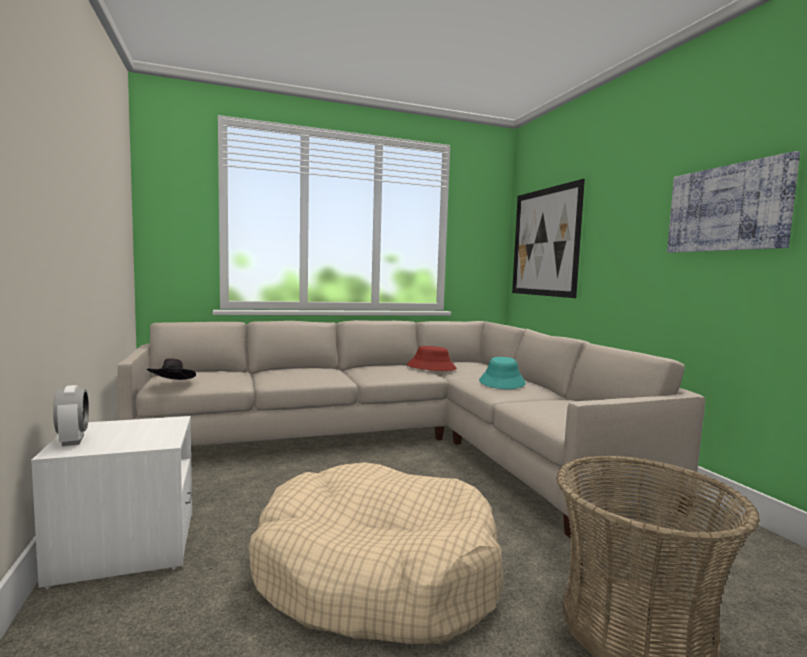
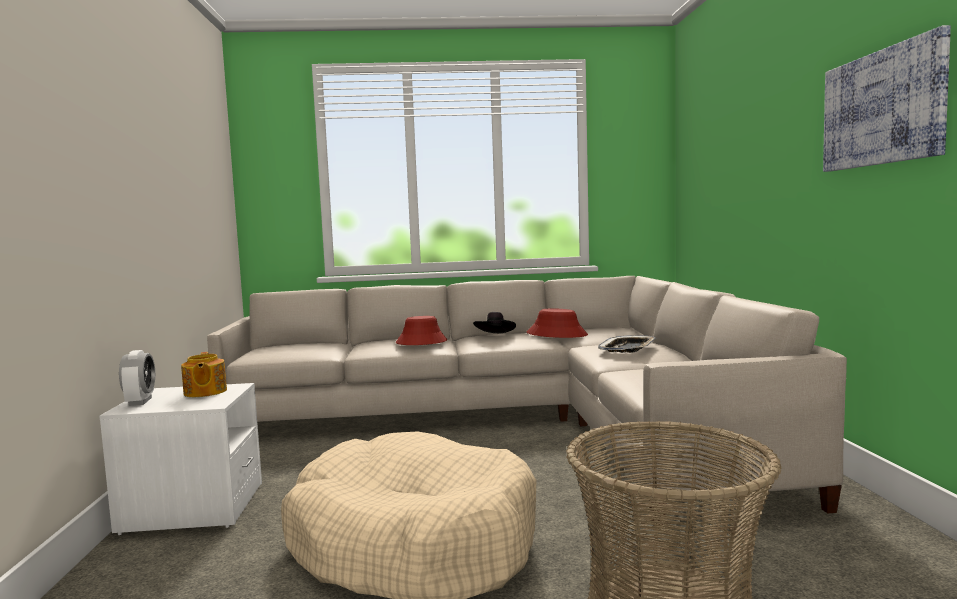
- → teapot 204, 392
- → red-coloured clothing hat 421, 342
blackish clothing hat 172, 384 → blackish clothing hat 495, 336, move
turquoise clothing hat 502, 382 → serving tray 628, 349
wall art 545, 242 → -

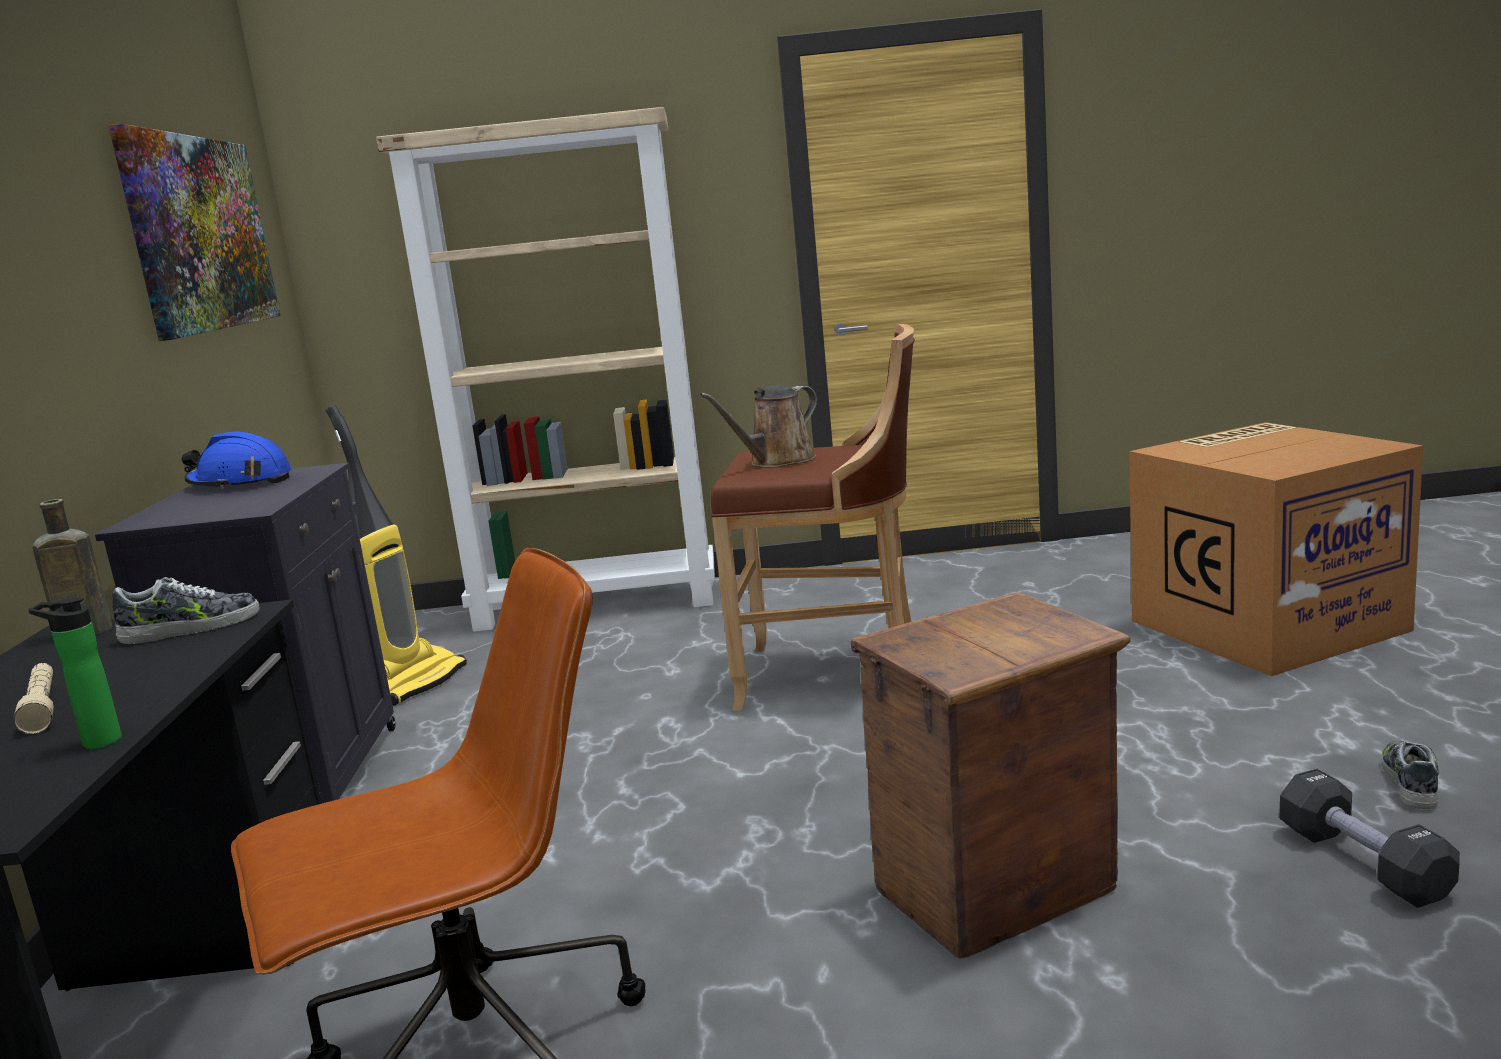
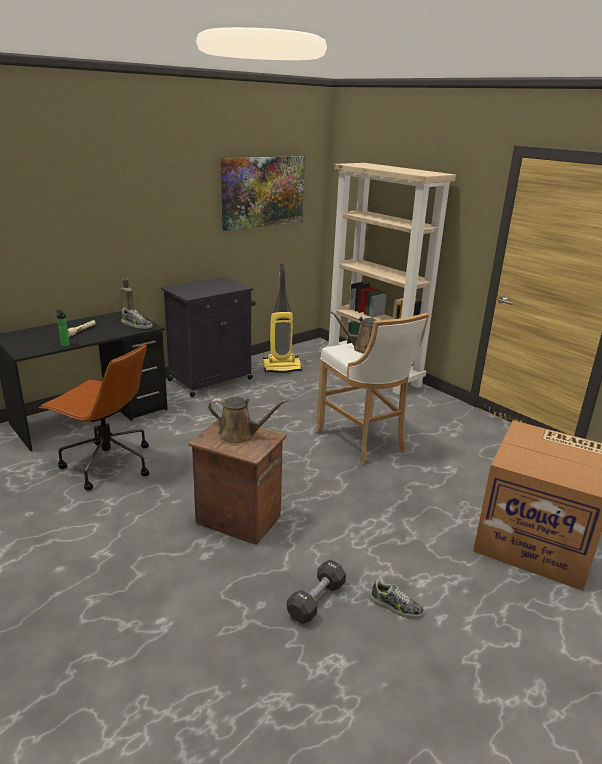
- → brown-coloured watering pot 240, 435
brown-coloured stool seat 836, 675 → whitish stool seat 364, 442
item of footwear 1410, 783 → item of footwear 396, 607, 45 degrees clockwise
blue-coloured hard hat 240, 483 → -

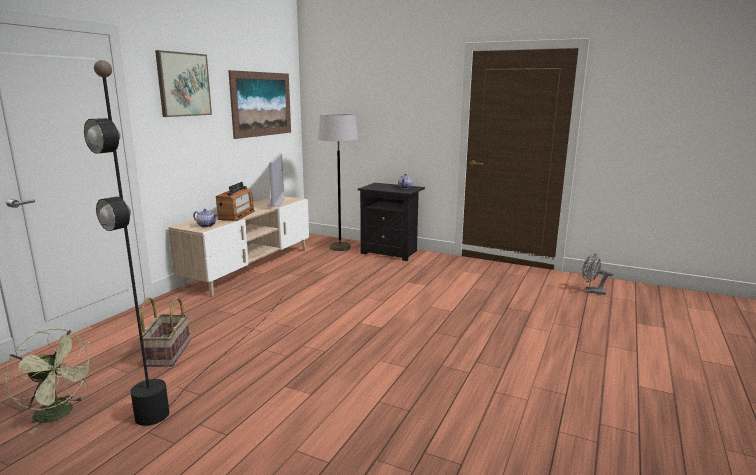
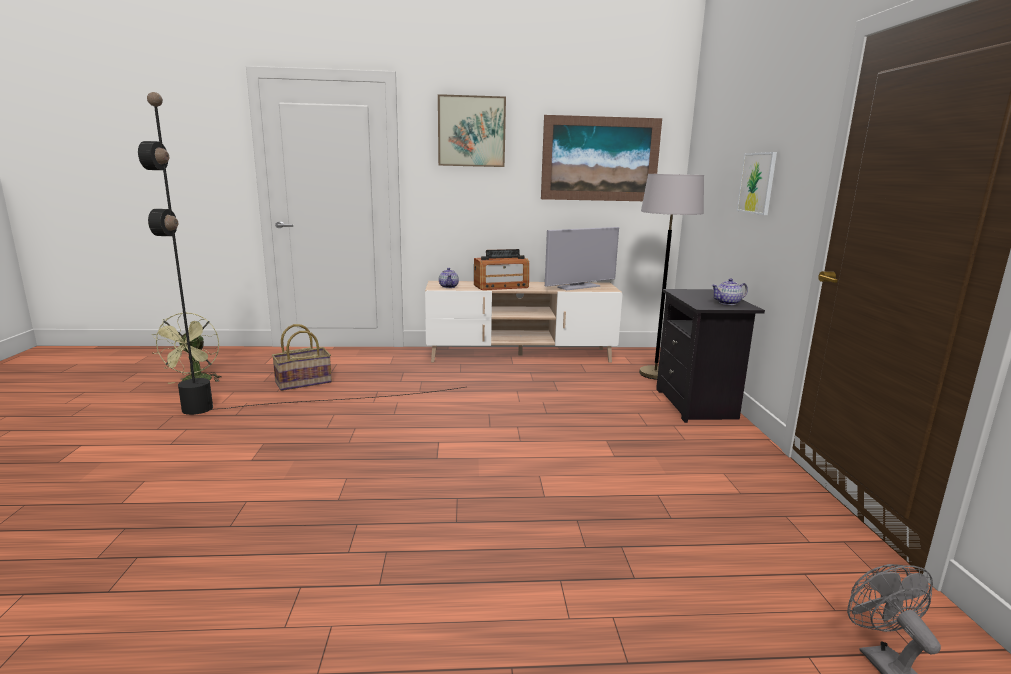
- → wall art 757, 183

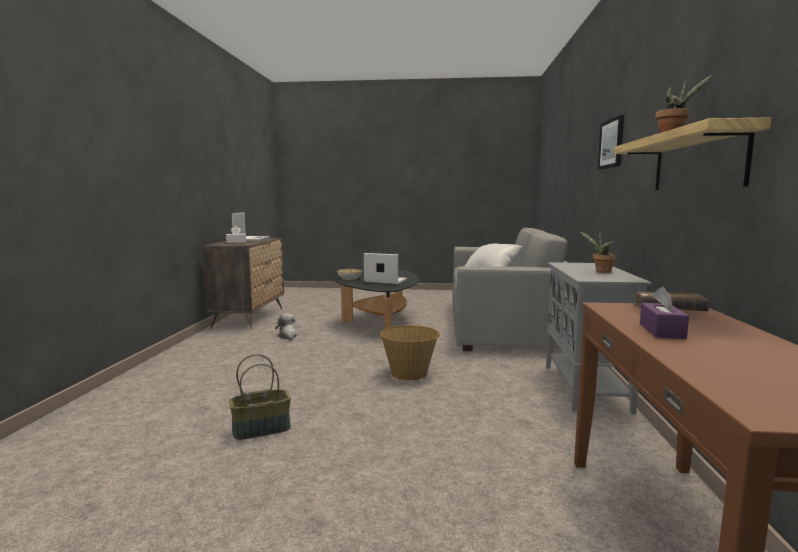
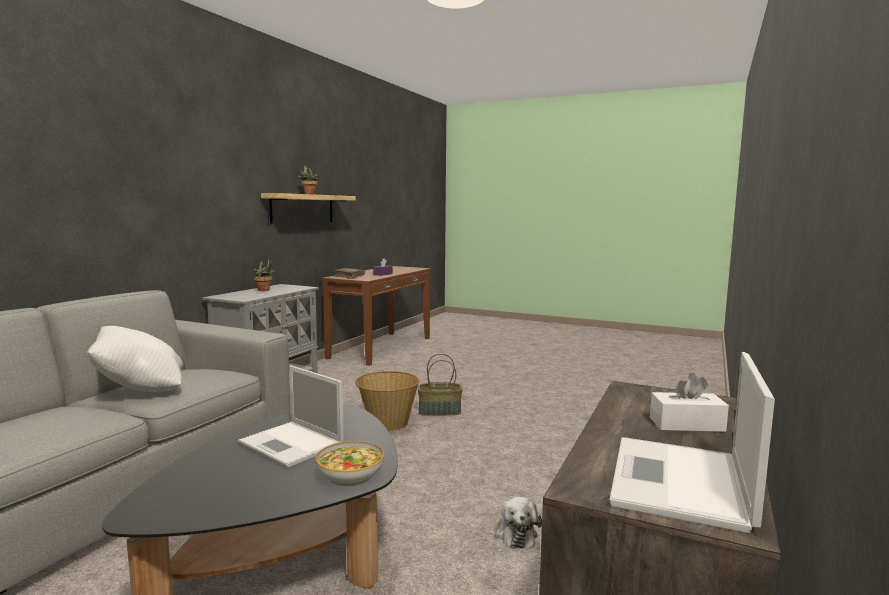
household basket 262, 429 → household basket 439, 411, move
wall art 612, 143 → -

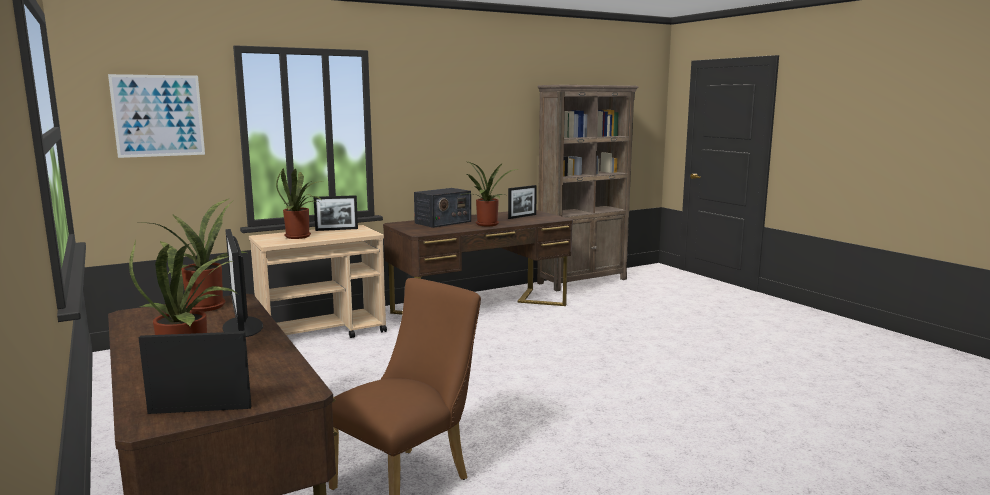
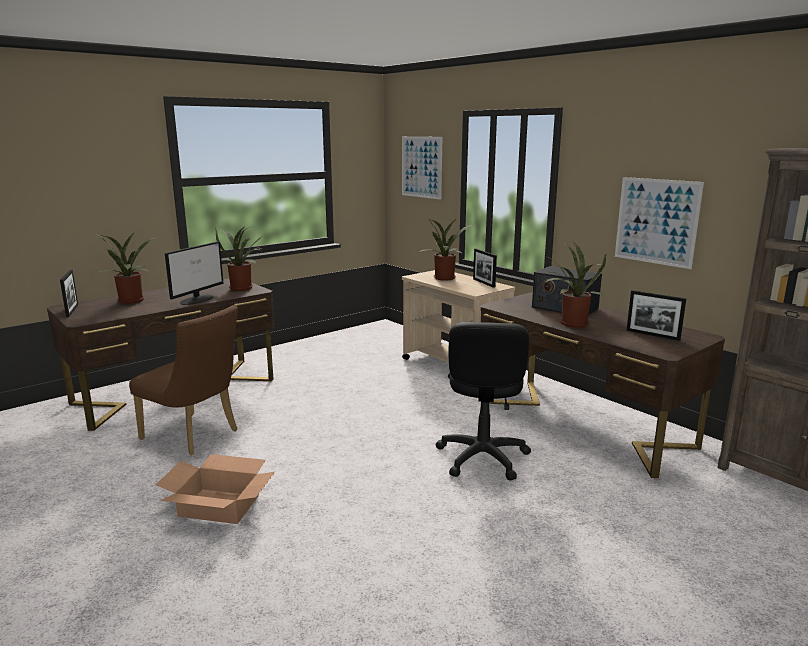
- → carton 219, 505
computer screen 242, 327 → computer screen 197, 299, 150 degrees clockwise
- → blackish office chair 482, 457
- → wall art 656, 221

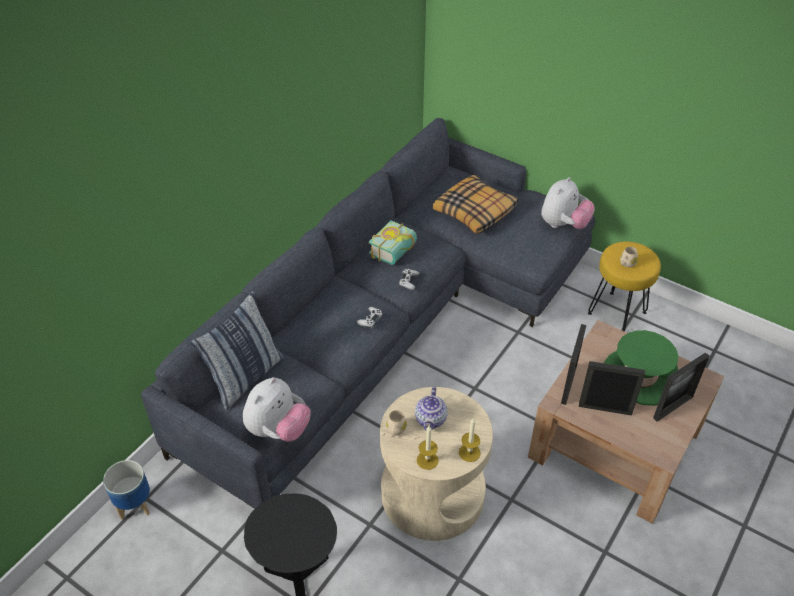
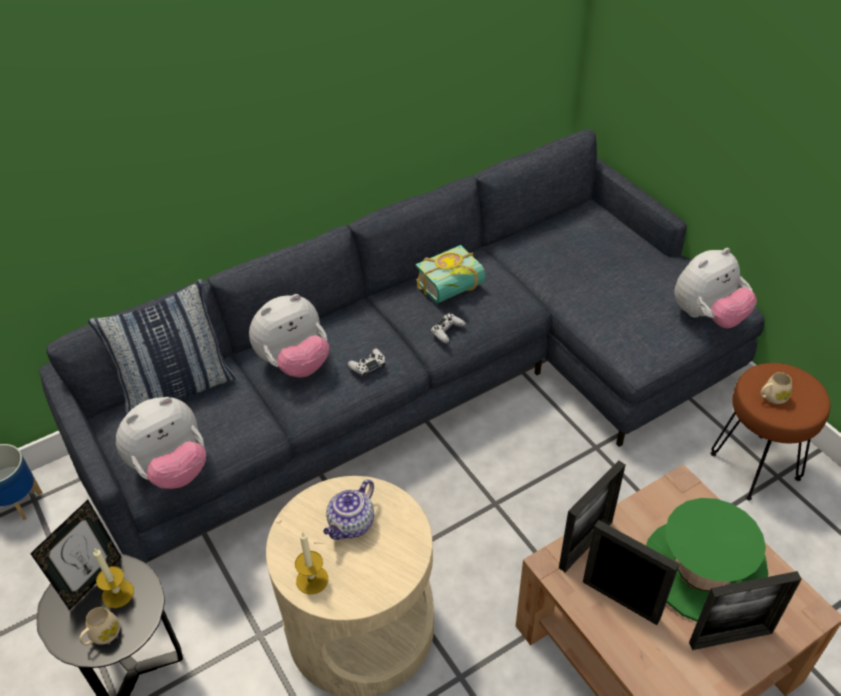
- → picture frame 92, 580
beige coffee mug 395, 431 → beige coffee mug 102, 636, move
wax candle 469, 452 → wax candle 118, 594, move
- → cuddly toy 294, 363
yellow-coloured stool seat 616, 312 → brown-coloured stool seat 755, 465
pillow 475, 212 → -

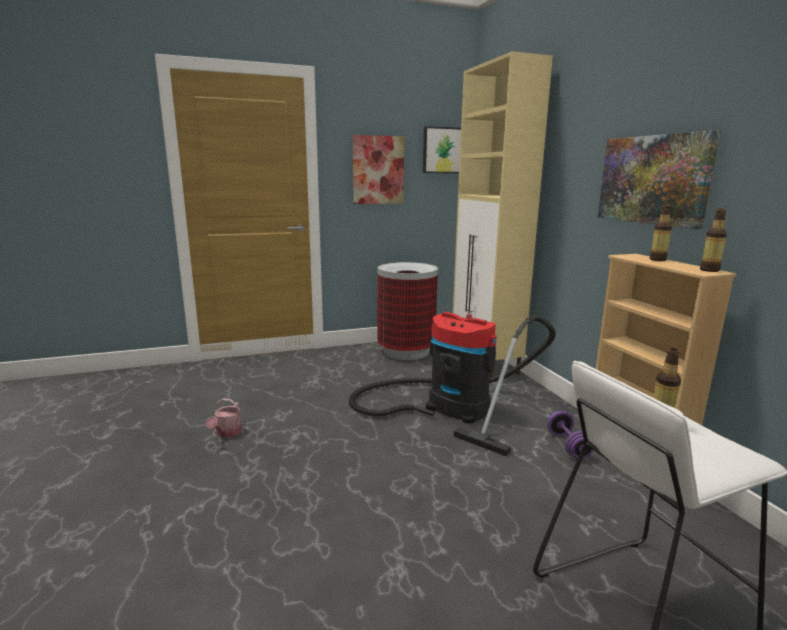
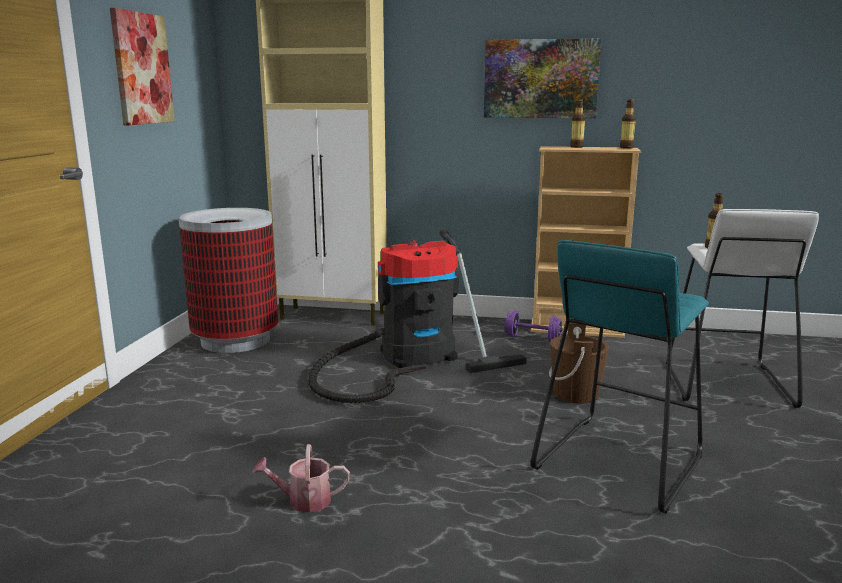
watering pot 227, 433 → watering pot 303, 501, 135 degrees clockwise
- → turquoise stool seat 617, 461
- → brown-coloured pail 575, 394
wall art 443, 150 → -

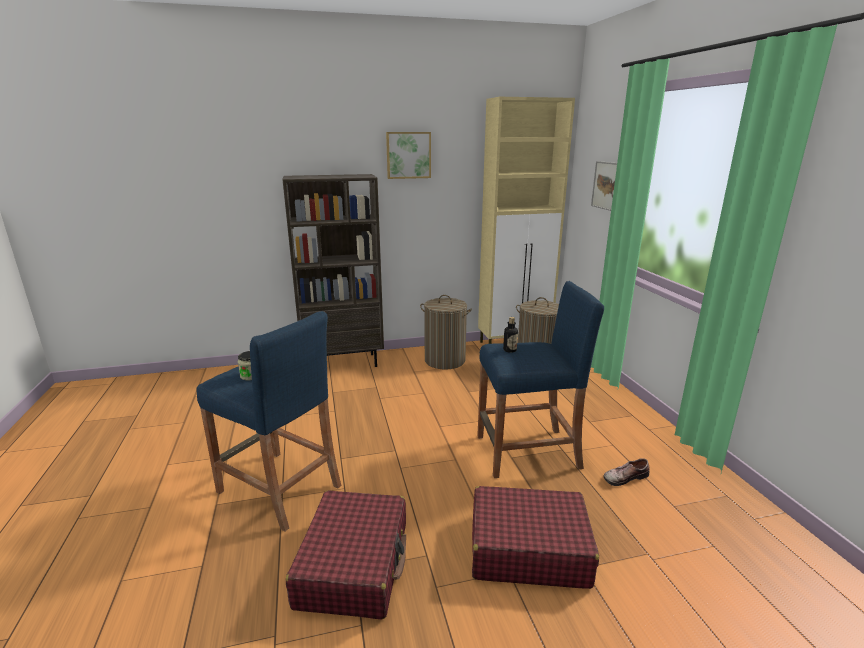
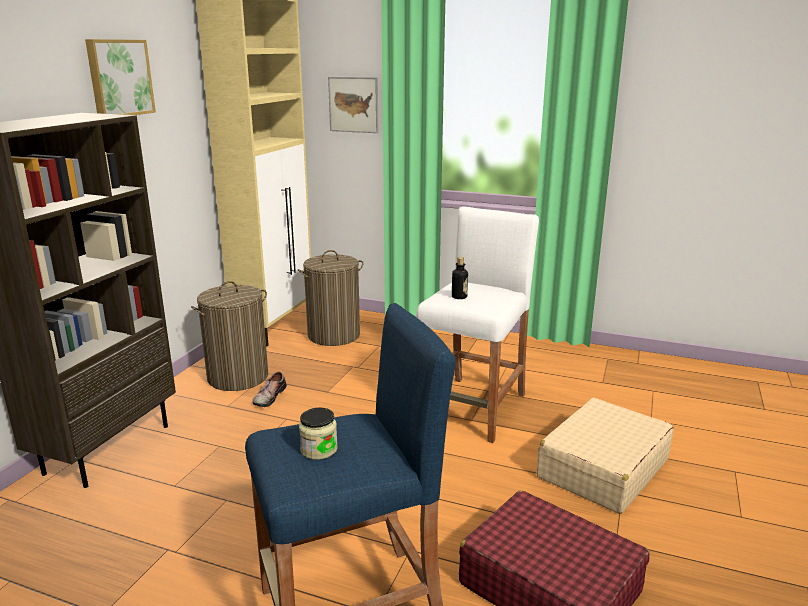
item of footwear 624, 477 → item of footwear 268, 396, move
blue-coloured stool seat 528, 452 → whitish stool seat 473, 408
red-coloured travel case 527, 549 → beige travel case 602, 469

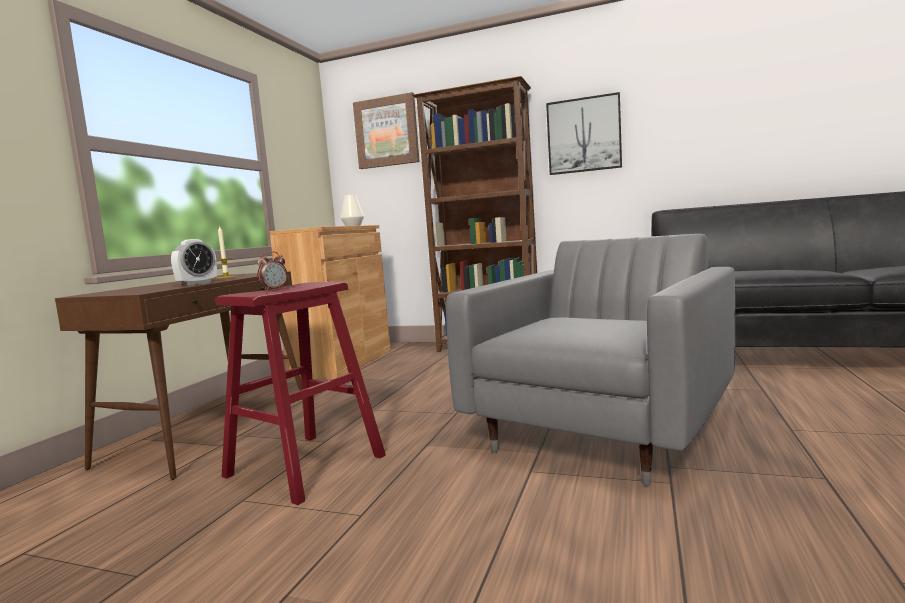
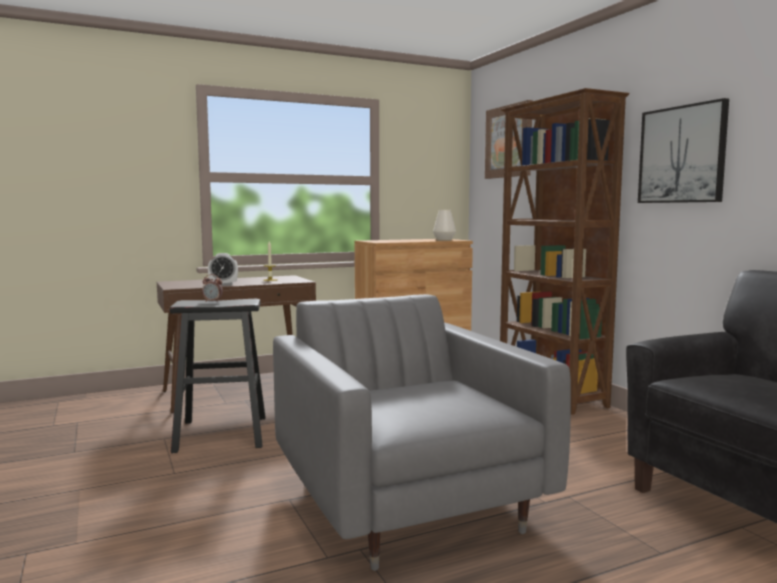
red-coloured stool seat 305, 466 → blackish stool seat 222, 434
gray lounge chair 603, 430 → gray lounge chair 406, 502, 105 degrees counterclockwise

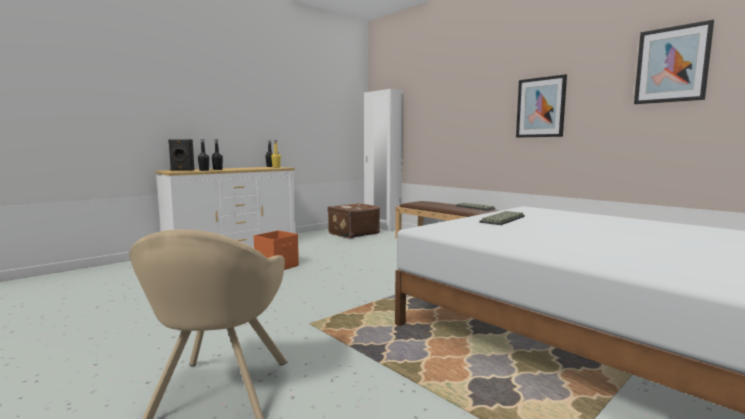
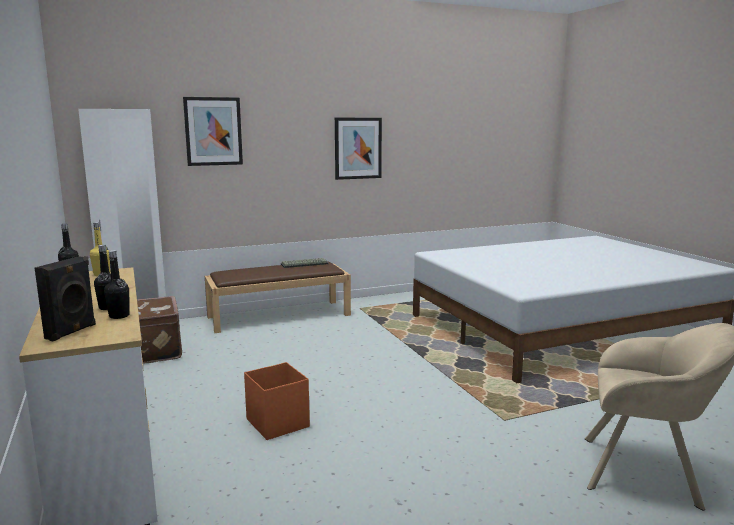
wall art 672, 65 → wall art 213, 131, move
computer keyboard 503, 219 → -

